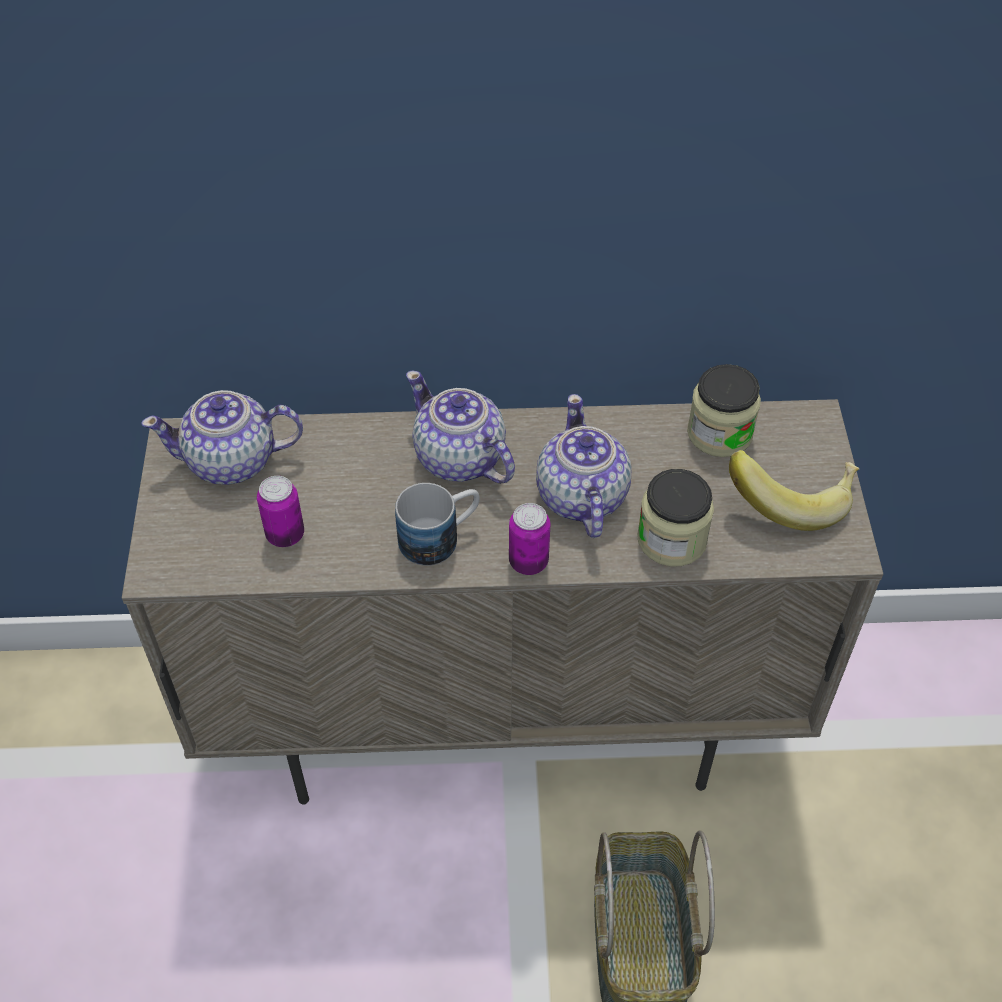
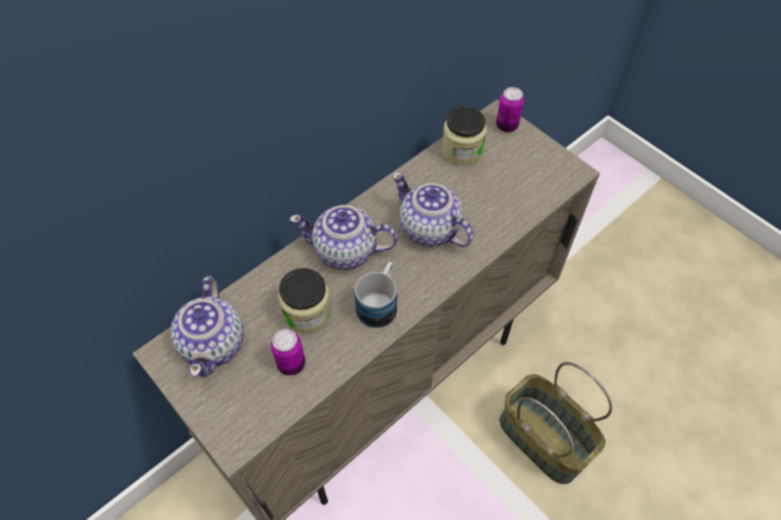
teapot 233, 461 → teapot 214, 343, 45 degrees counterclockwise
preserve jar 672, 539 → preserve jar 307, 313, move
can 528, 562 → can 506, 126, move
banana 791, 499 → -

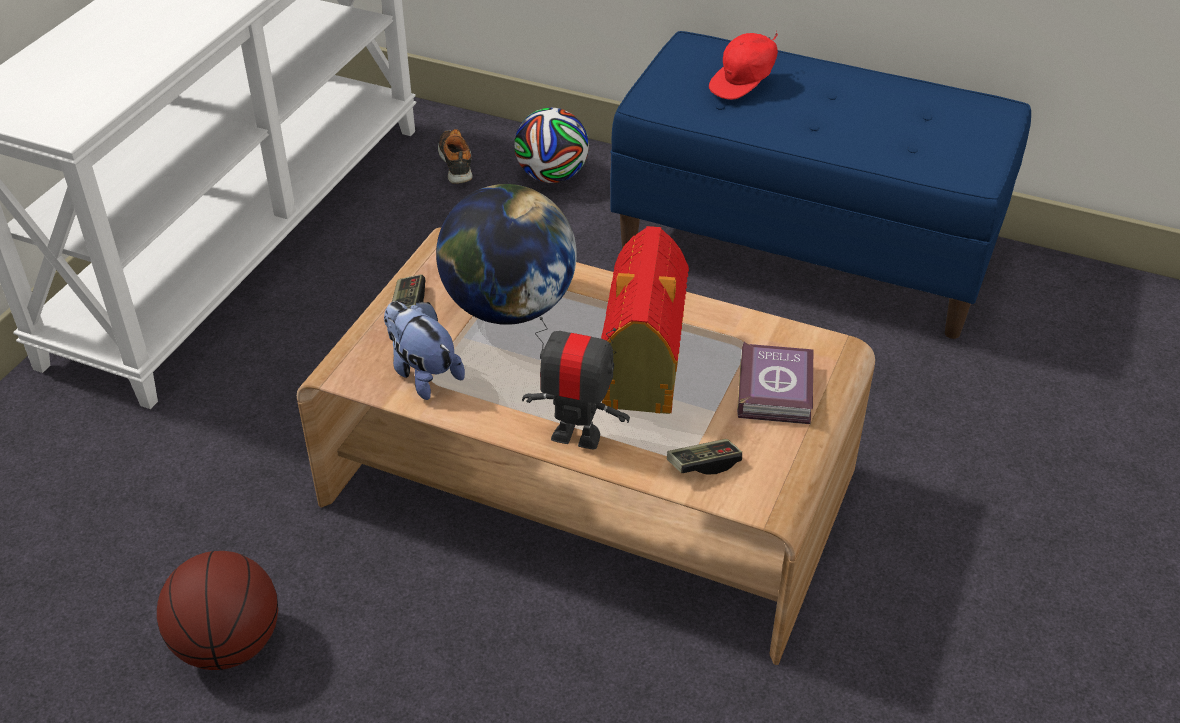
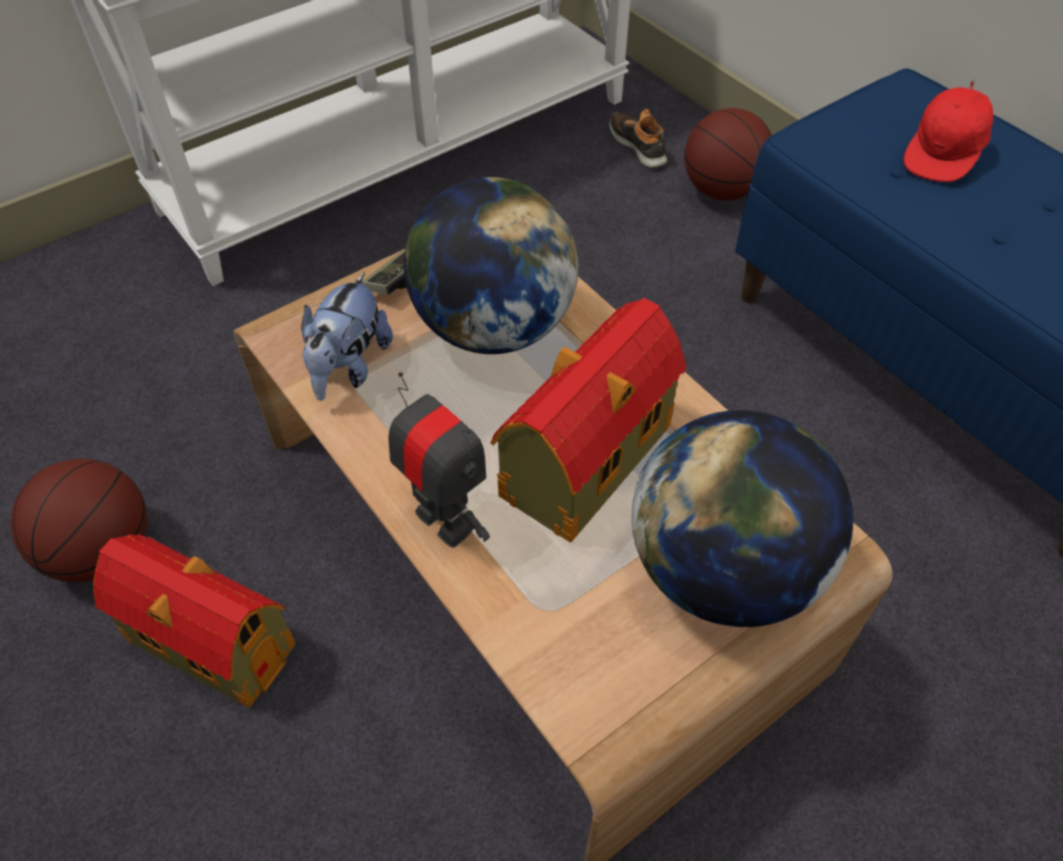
- → model house 209, 641
cuddly toy 422, 373 → cuddly toy 349, 367, 150 degrees counterclockwise
item of footwear 457, 163 → item of footwear 638, 146, 45 degrees counterclockwise
volume 777, 389 → desk globe 723, 570
ball for football 552, 176 → ball for basketball 722, 191
red-coloured peaked cap 744, 84 → red-coloured peaked cap 943, 155, 45 degrees counterclockwise
joypad 703, 464 → -

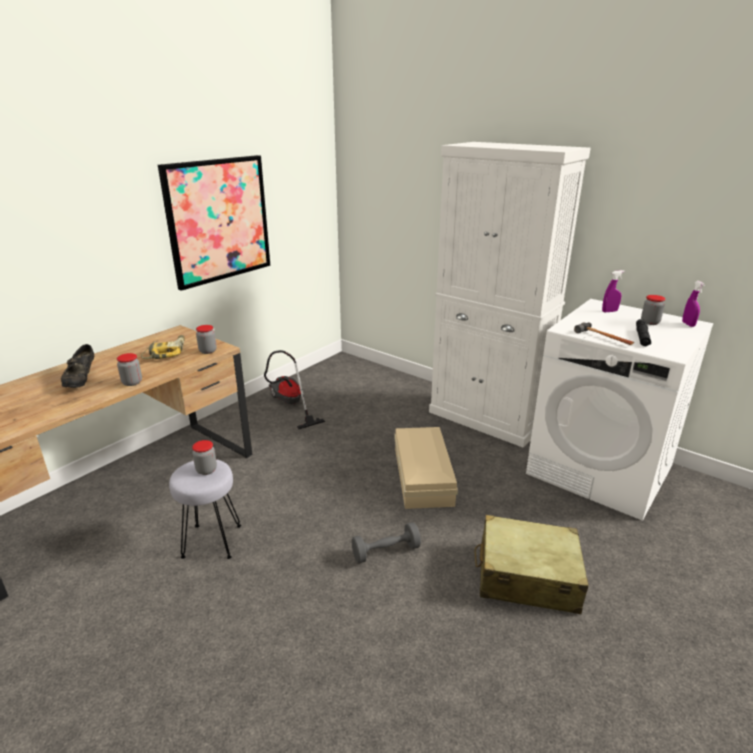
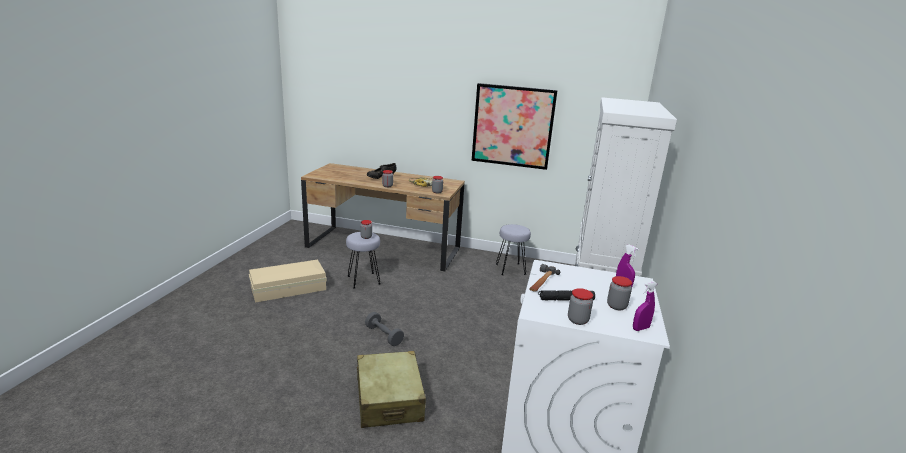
beige storage box 424, 475 → beige storage box 290, 288, move
vacuum cleaner 289, 405 → gray stool seat 511, 269
- → preserve jar 577, 320

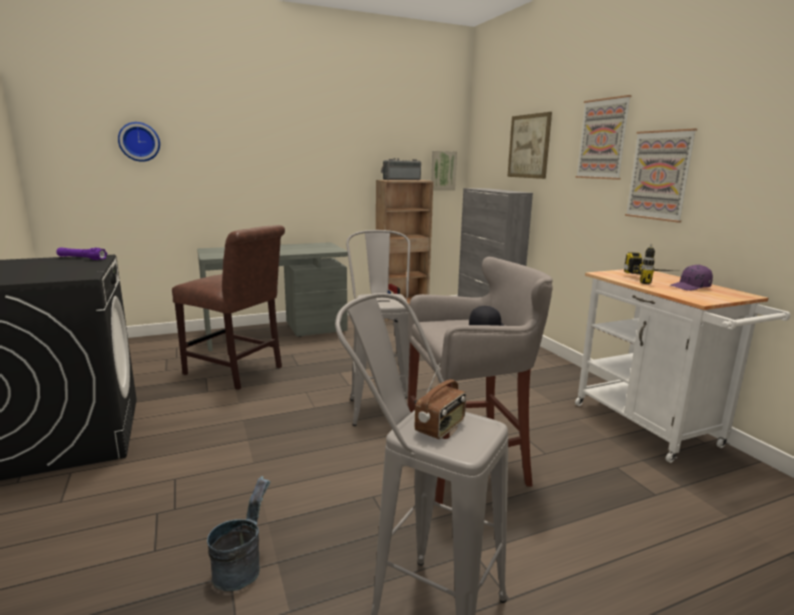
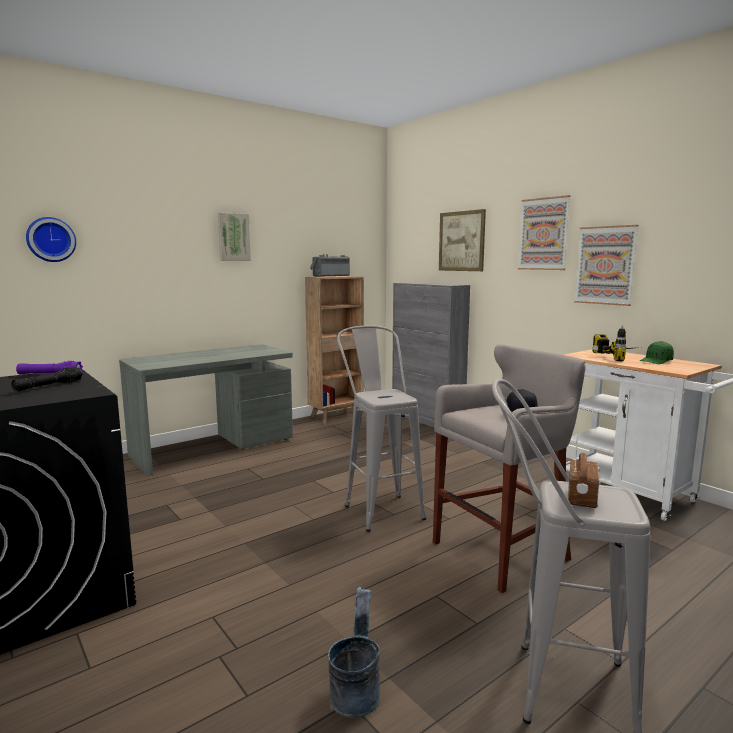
- → blackish hand torch 48, 386
wall art 443, 170 → wall art 233, 237, move
purple peaked cap 690, 287 → greenish peaked cap 656, 361
brown-coloured plain chair 237, 371 → -

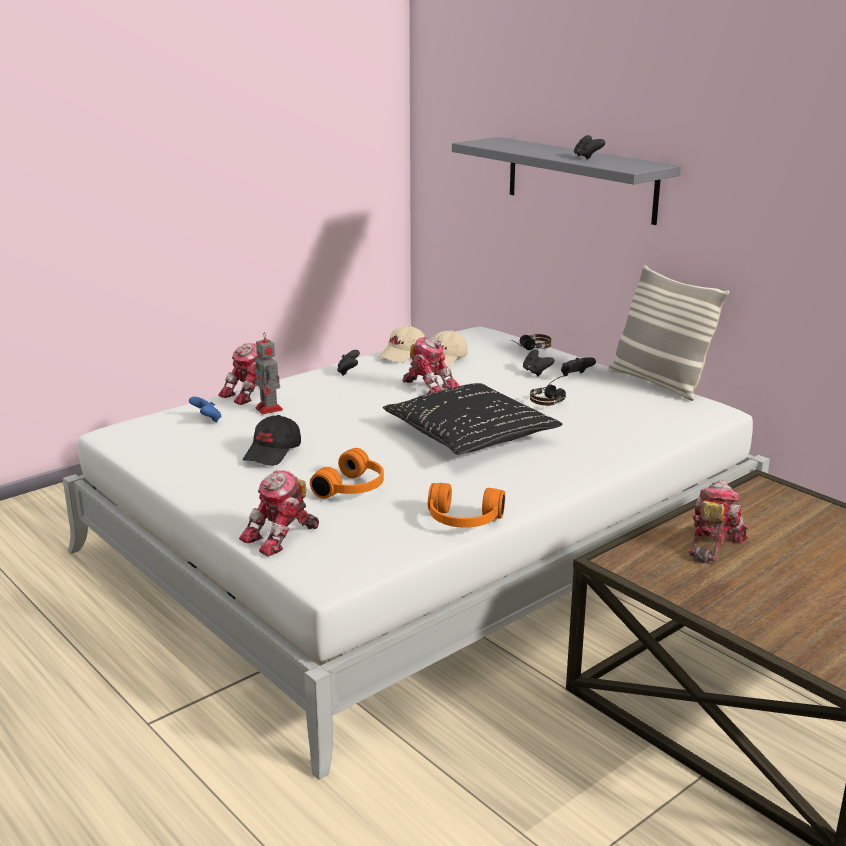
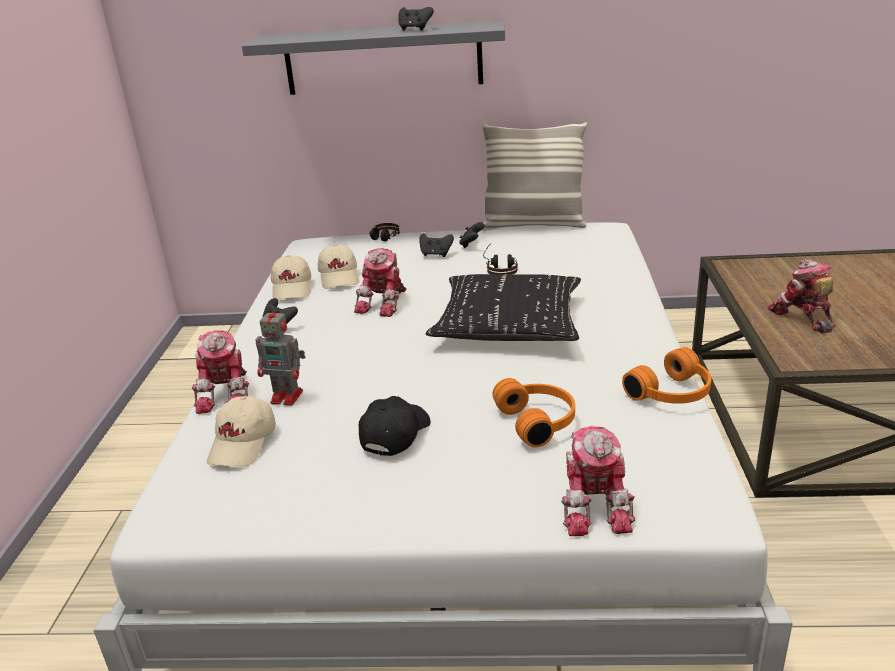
blue-coloured joypad 207, 420 → beige peaked cap 243, 444
robot figure 429, 386 → robot figure 385, 303, 120 degrees clockwise
blackish peaked cap 273, 453 → blackish peaked cap 395, 434, 135 degrees counterclockwise

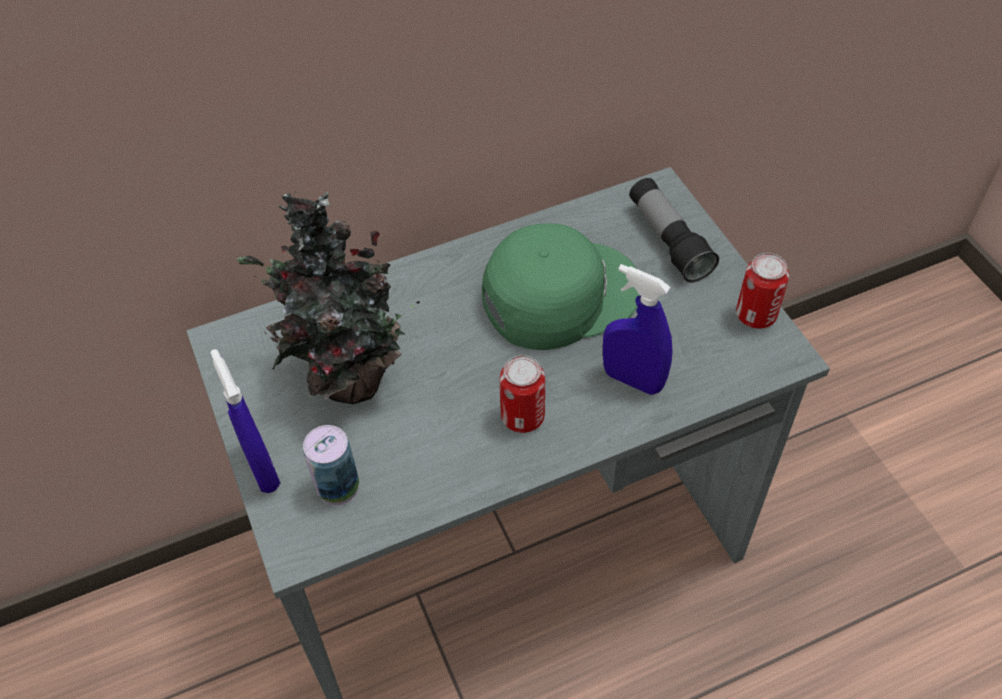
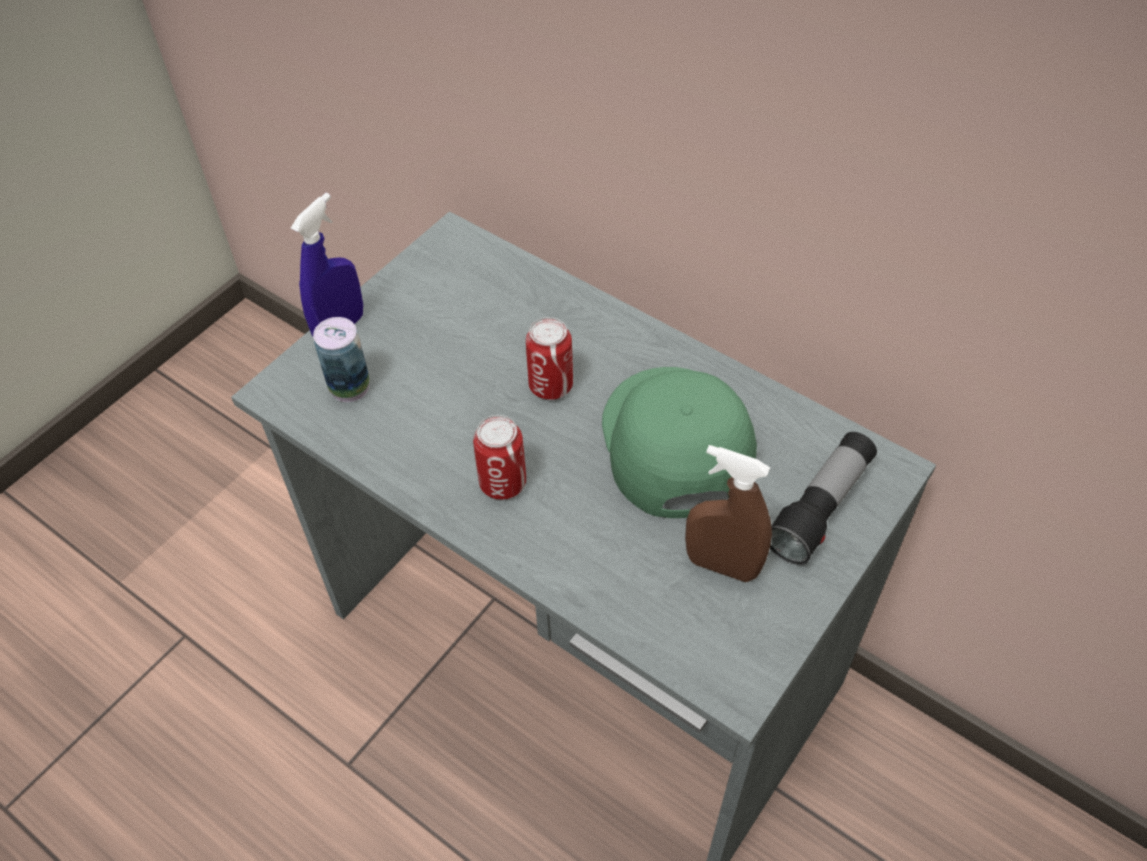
can 756, 315 → can 550, 385, move
greenish peaked cap 559, 293 → greenish peaked cap 673, 444, 135 degrees counterclockwise
- → brown-coloured hand sprayer 722, 565
houseplant 346, 381 → -
blue-coloured hand sprayer 632, 380 → -

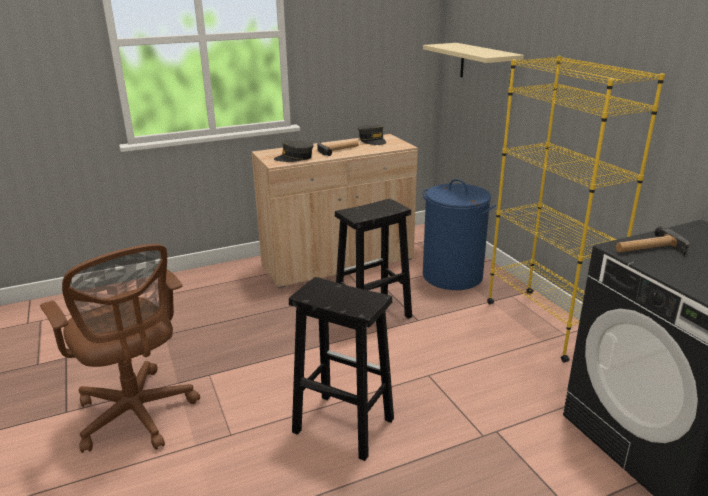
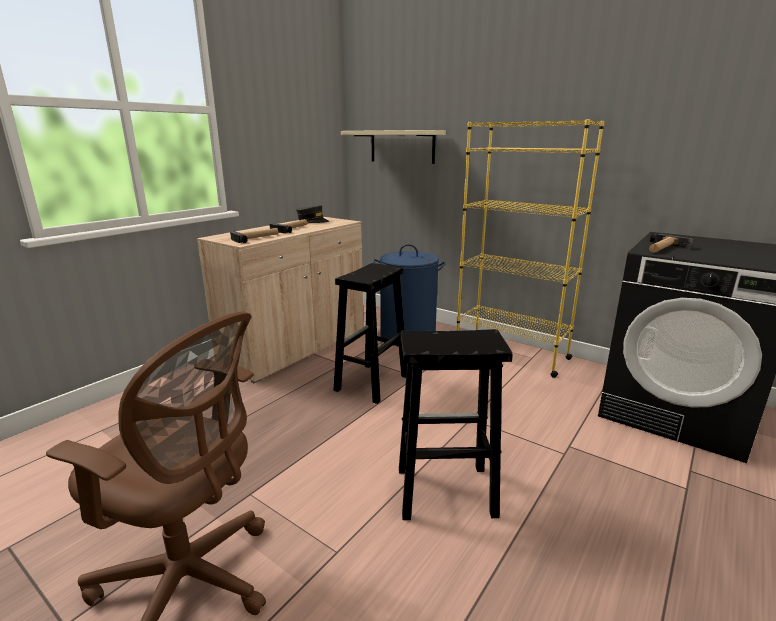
gray peaked cap 294, 158 → hammer 256, 238

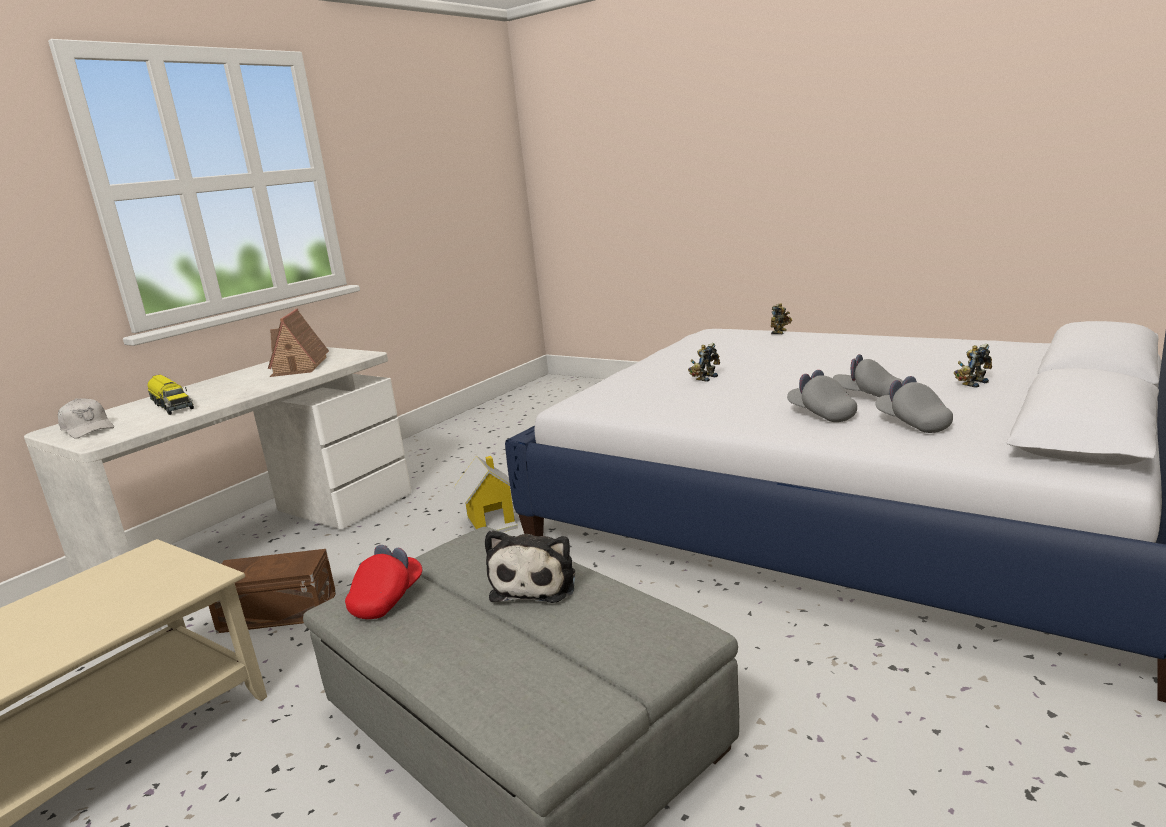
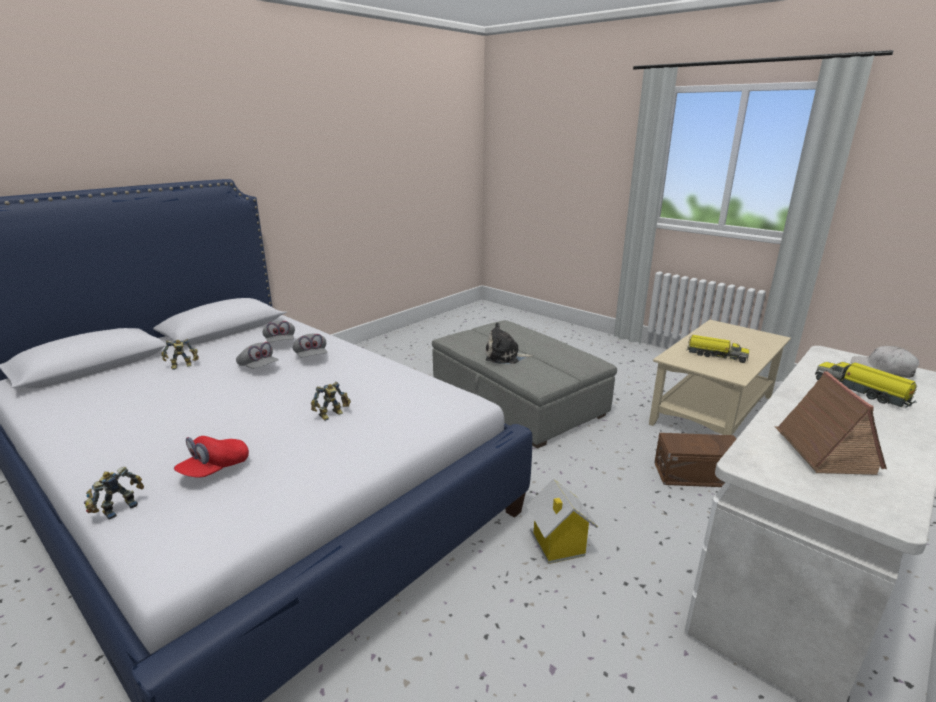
red-coloured peaked cap 387, 599 → red-coloured peaked cap 215, 469, move
cuddly toy 536, 583 → cuddly toy 505, 357, 105 degrees counterclockwise
- → toy truck 715, 355

